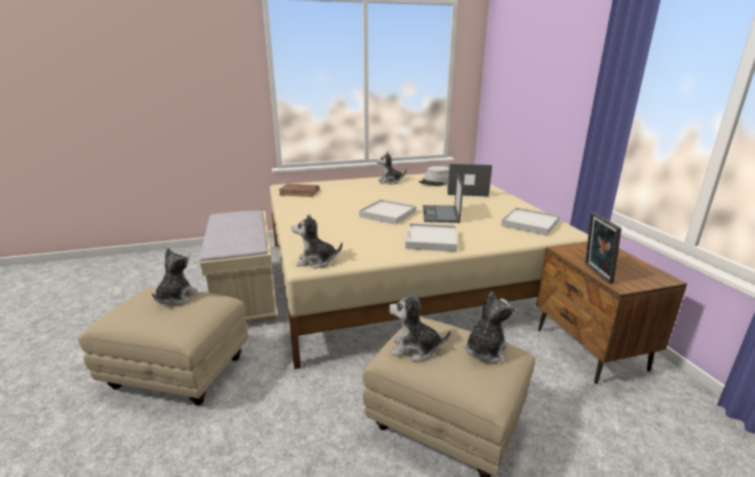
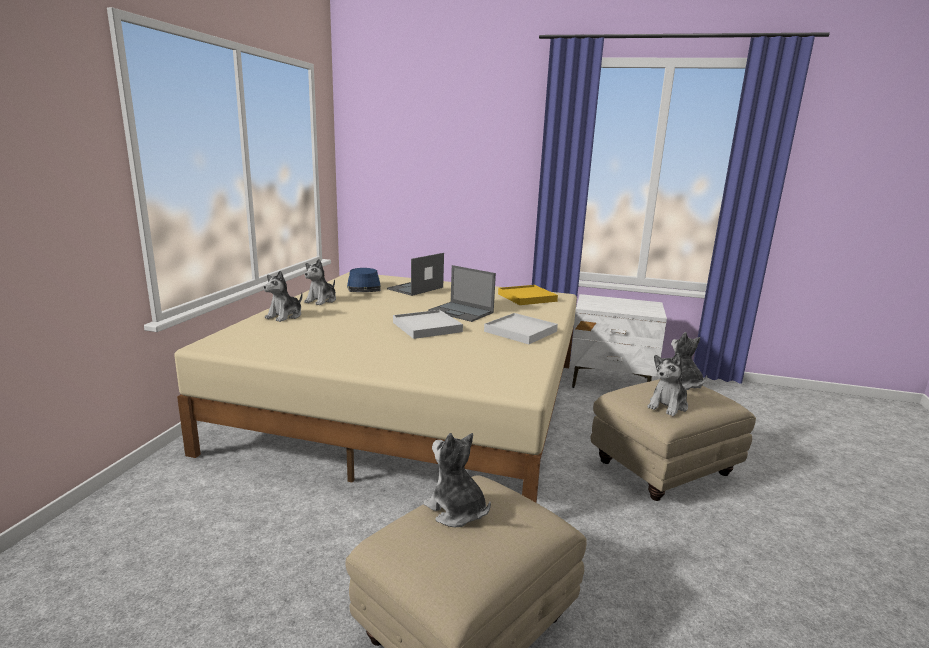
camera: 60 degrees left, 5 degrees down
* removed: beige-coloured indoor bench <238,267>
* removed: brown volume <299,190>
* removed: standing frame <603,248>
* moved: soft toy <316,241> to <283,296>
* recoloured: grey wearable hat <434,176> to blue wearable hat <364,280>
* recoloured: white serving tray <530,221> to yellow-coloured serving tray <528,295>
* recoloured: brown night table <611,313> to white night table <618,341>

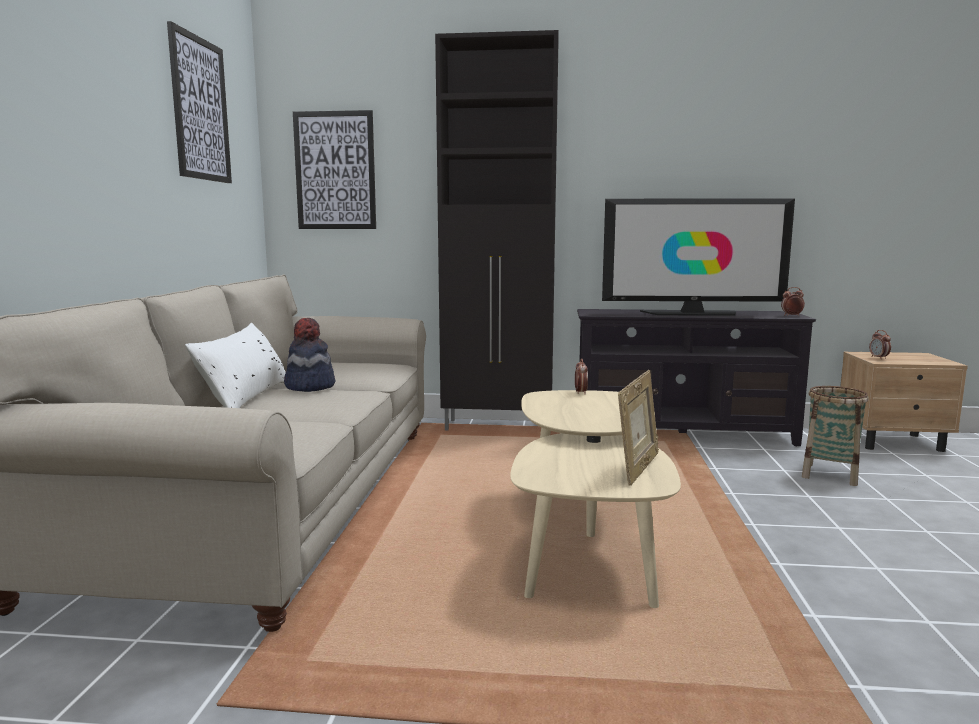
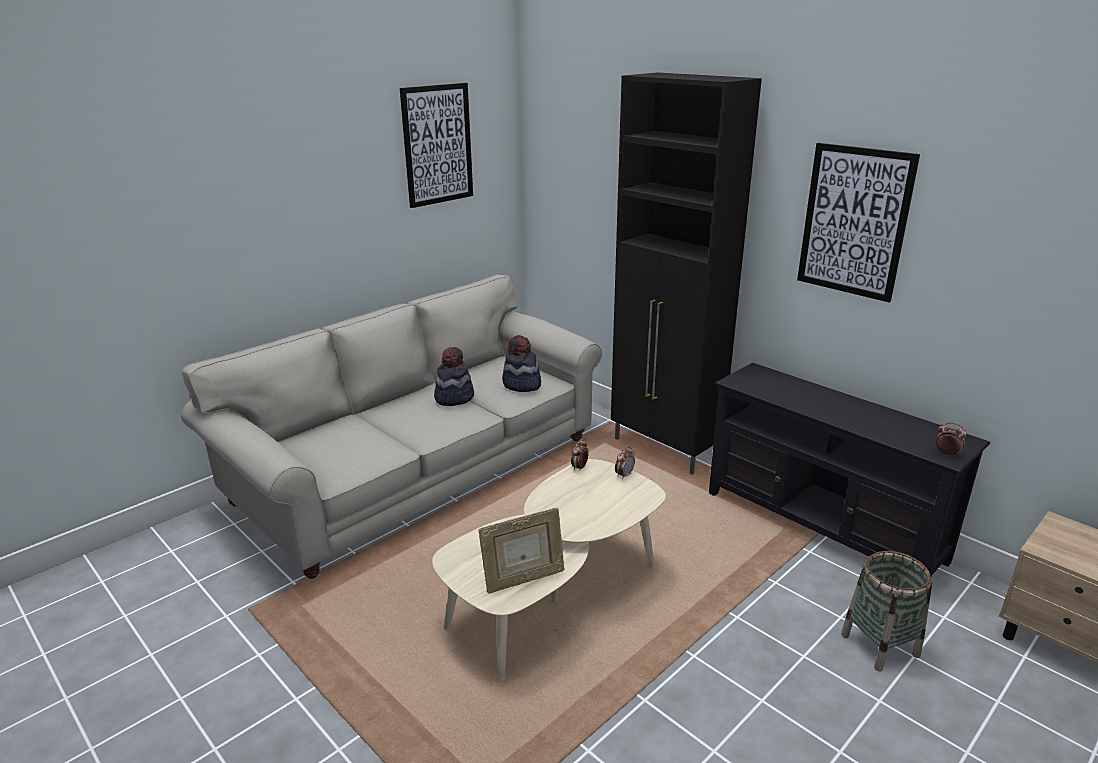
camera: 40 degrees right, 15 degrees up
* removed: white throw pillow <235,365>
* removed: TV set <698,257>
* added: wearable hat <521,363>
* moved: picture <334,169> to <858,222>
* moved: table clock <880,344> to <580,455>

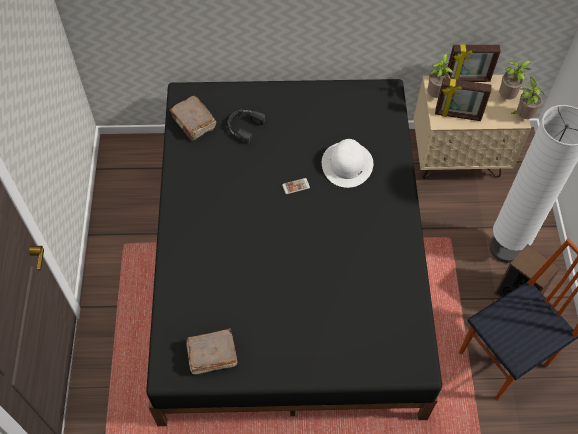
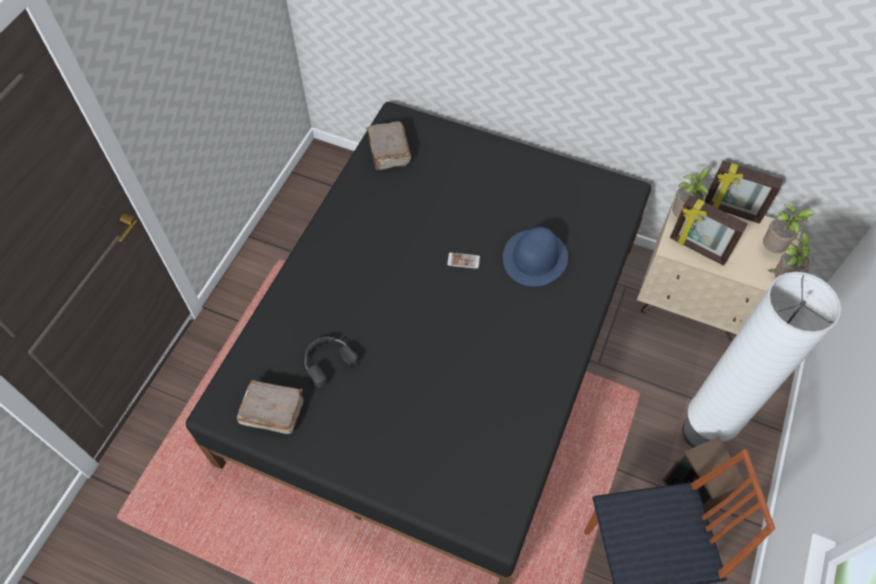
camera: 25 degrees right, 0 degrees up
* moved: blackish pair of headphones <246,126> to <331,362>
* recoloured: white wearable hat <347,163> to blue wearable hat <535,256>

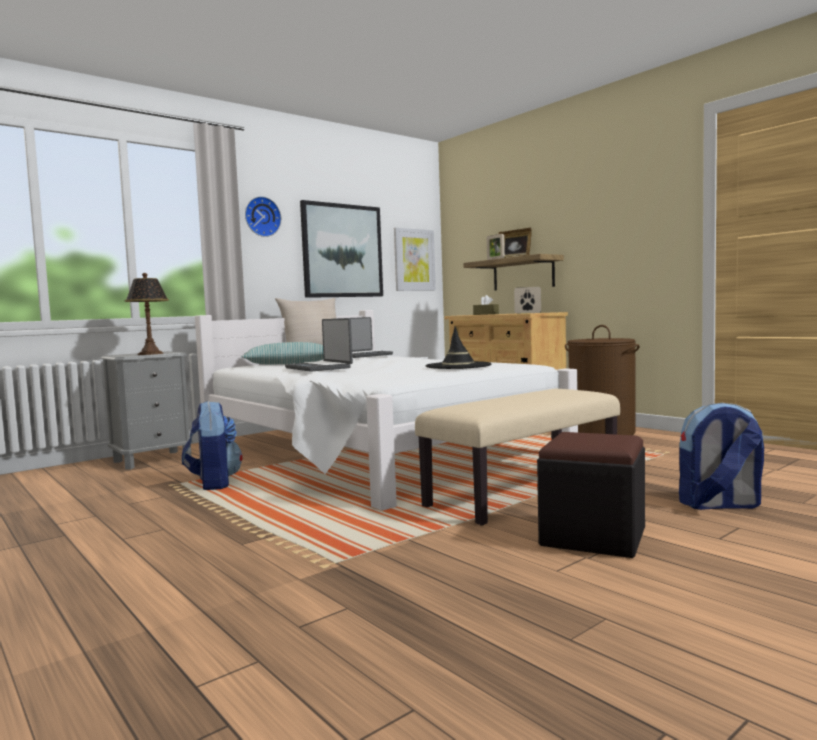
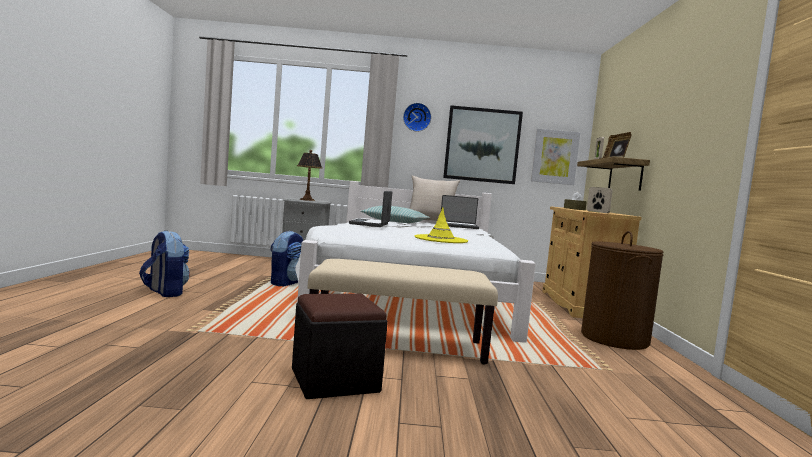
camera: 40 degrees right, 0 degrees up
* moved: rucksack <721,456> to <164,263>
* recoloured: blackish wearable hat <458,347> to yellow-coloured wearable hat <441,225>

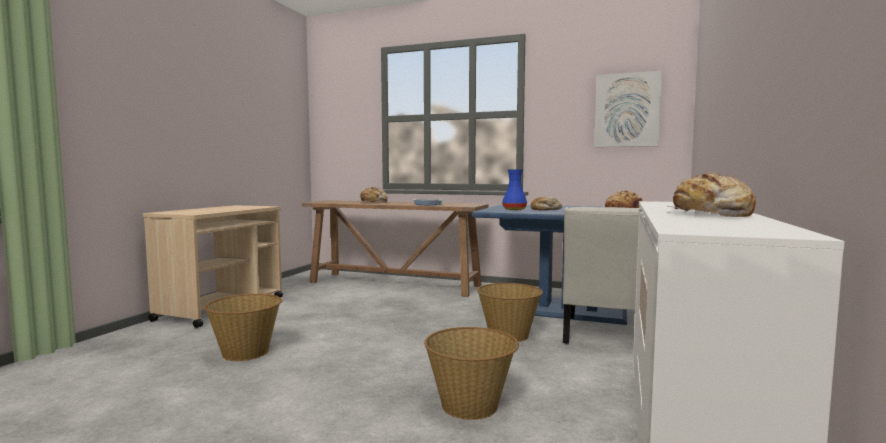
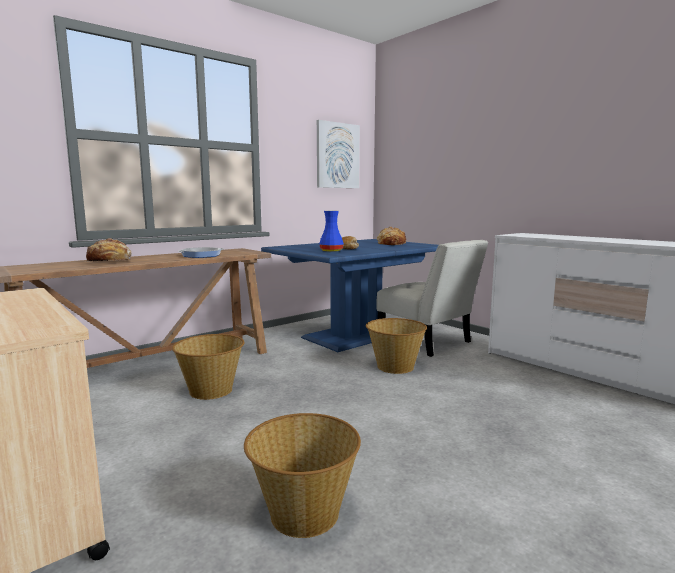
camera: 60 degrees left, 5 degrees up
* removed: baked bread <712,194>
* moved: storage basket <471,373> to <208,367>

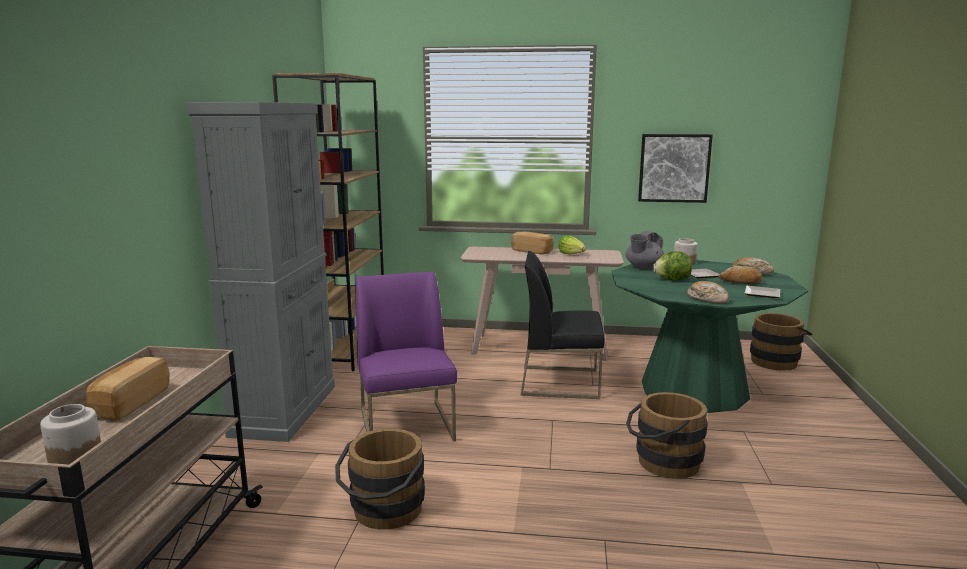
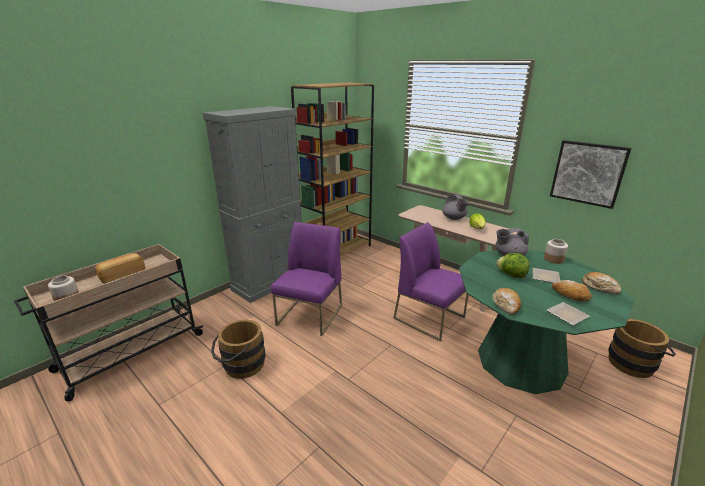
camera: 35 degrees right, 10 degrees up
* removed: brown pail <667,435>
* replaced: baked bread <532,243> to grey teapot <455,207>
* recoloured: blackish upright chair <563,325> to purplish upright chair <430,281>

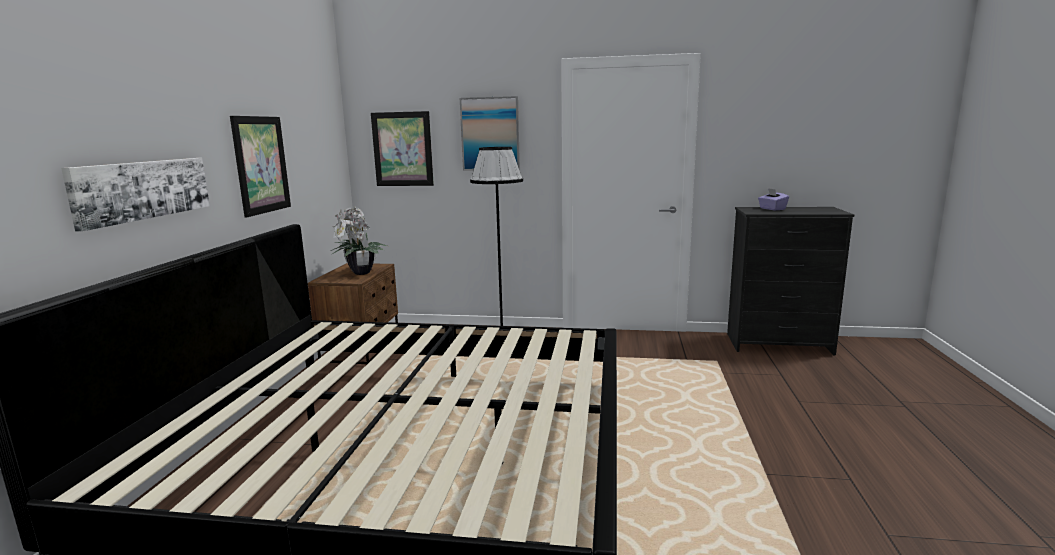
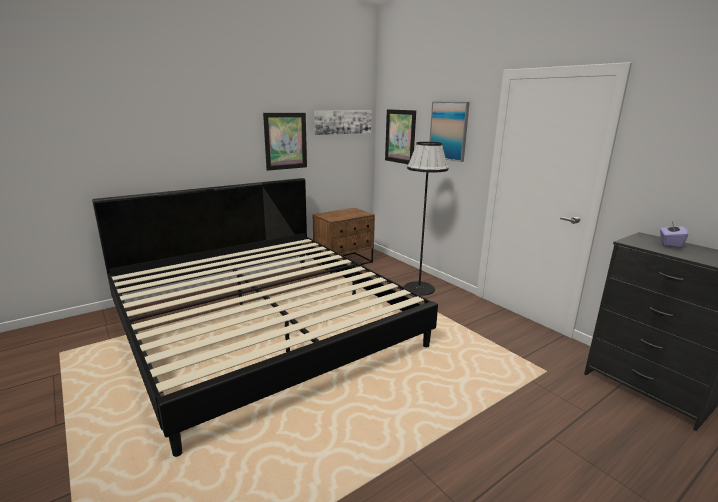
camera: 45 degrees right, 5 degrees up
* removed: potted plant <359,240>
* moved: picture <135,195> to <343,123>

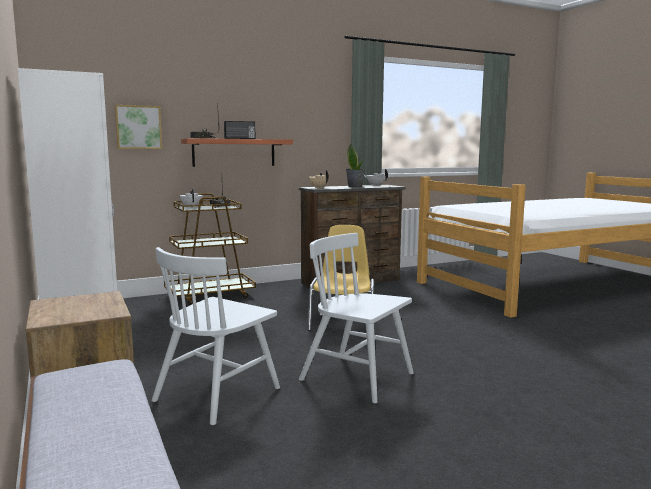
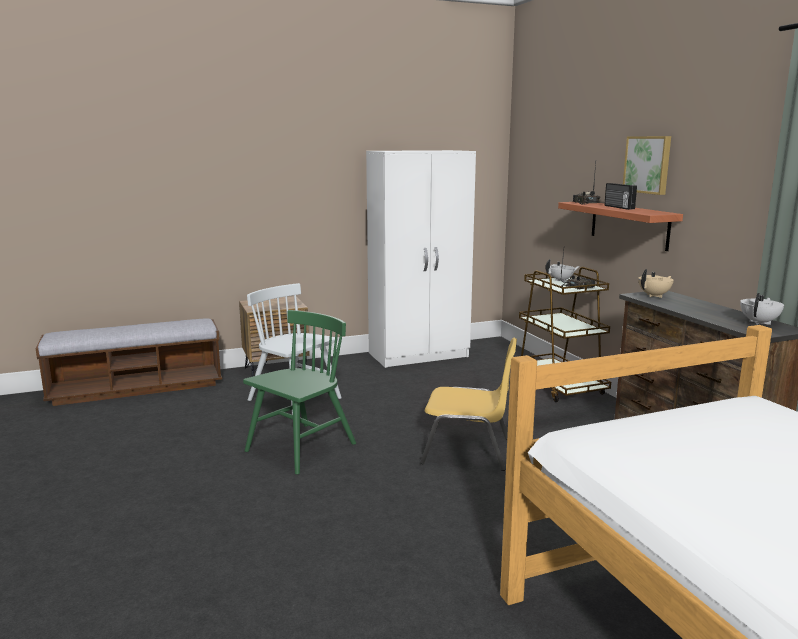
camera: 95 degrees right, 5 degrees up
* removed: potted plant <355,165>
* moved: picture <138,127> to <647,165>
* recoloured: white upright chair <356,318> to green upright chair <299,392>

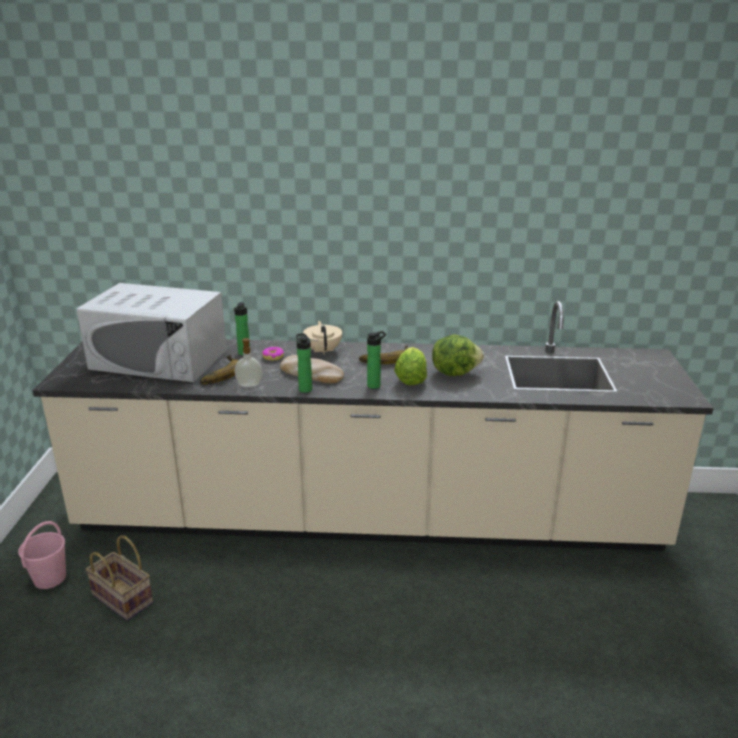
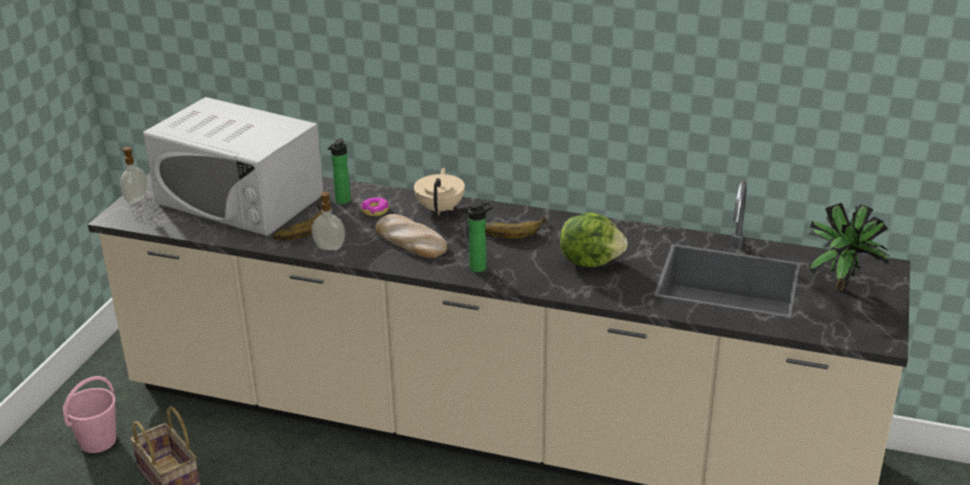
camera: 15 degrees right, 5 degrees up
* removed: bottle <304,363>
* removed: lettuce <410,366>
* added: soap bottle <133,175>
* added: potted plant <849,246>

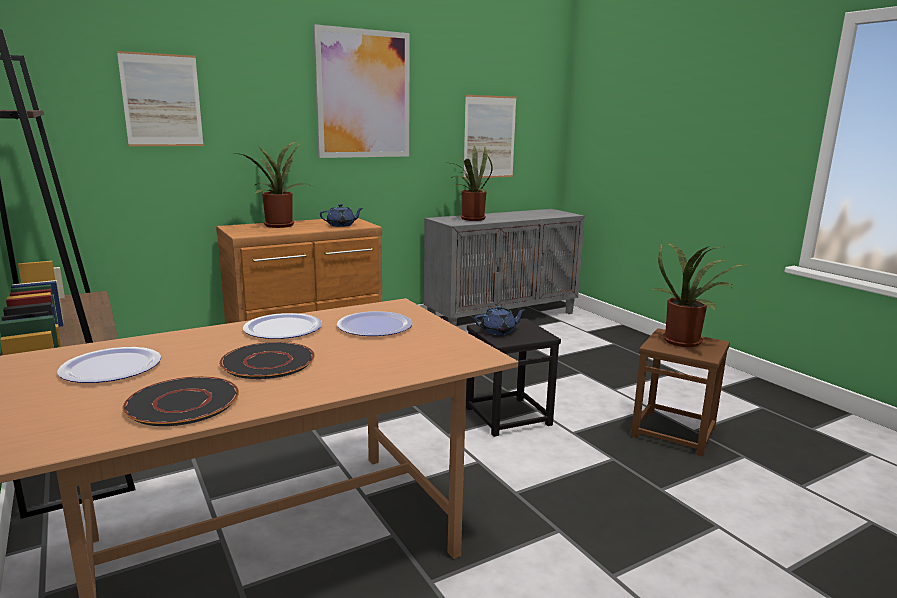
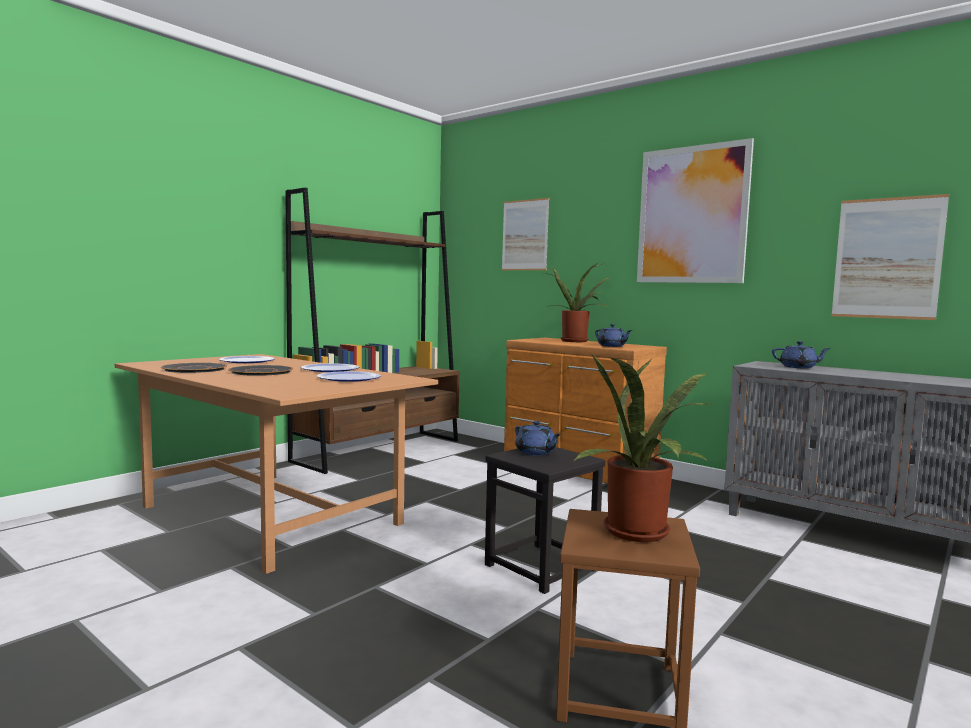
camera: 70 degrees right, 10 degrees down
* replaced: potted plant <471,183> to blue teapot <801,354>

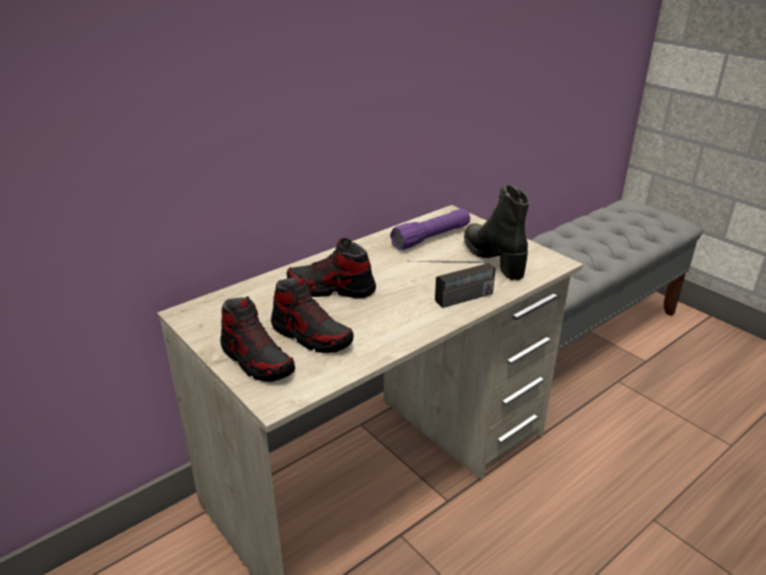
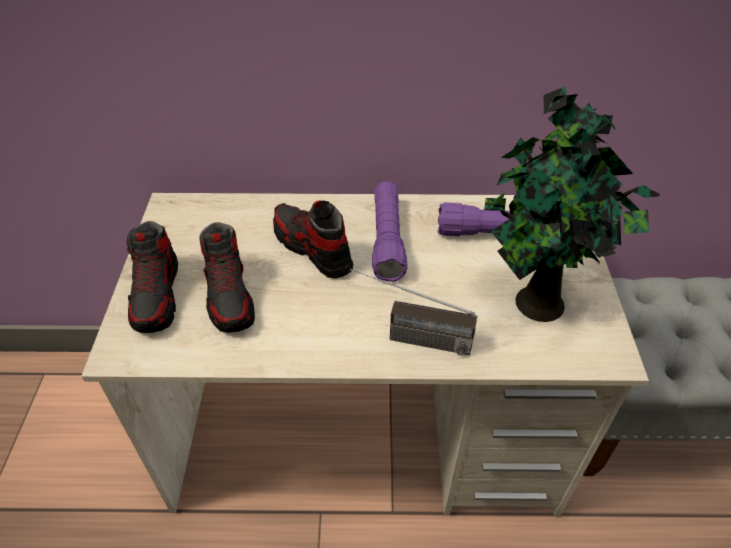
camera: 40 degrees right, 15 degrees up
* added: purplish hand torch <390,231>
* replaced: blackish tall boot <496,232> to potted plant <572,204>

